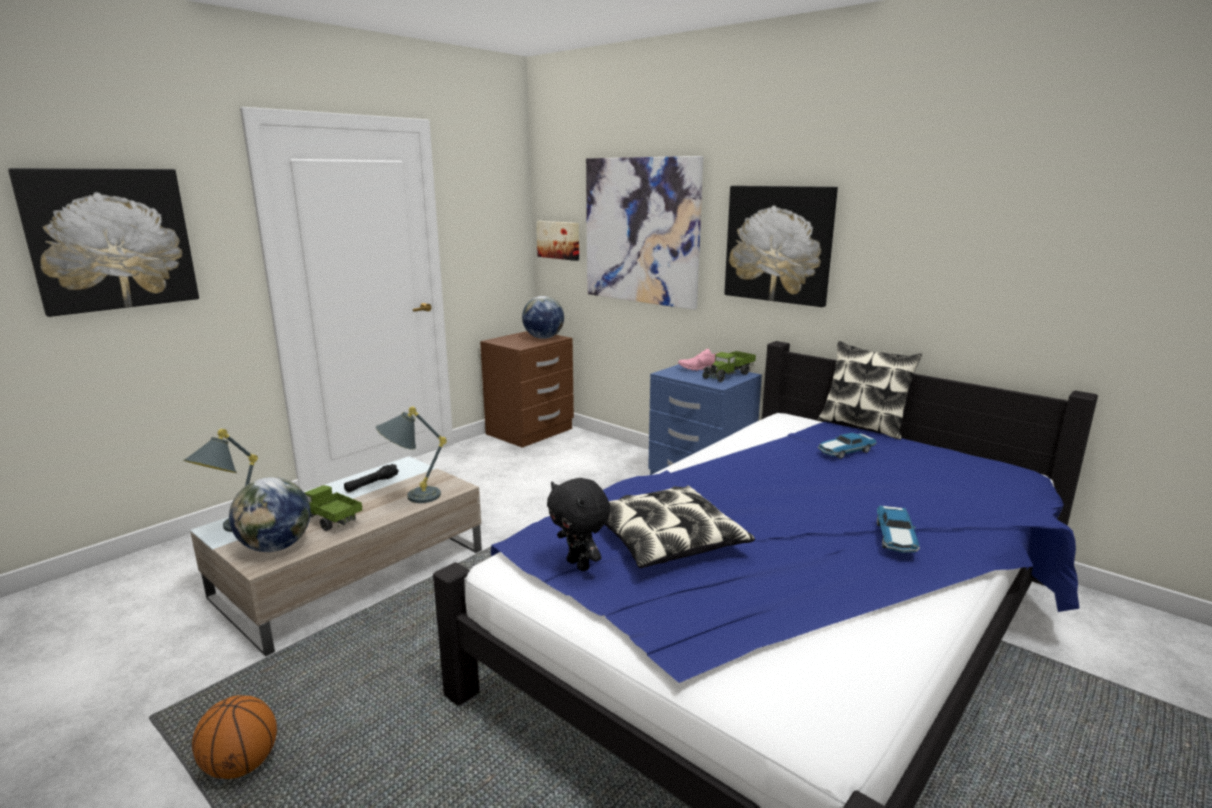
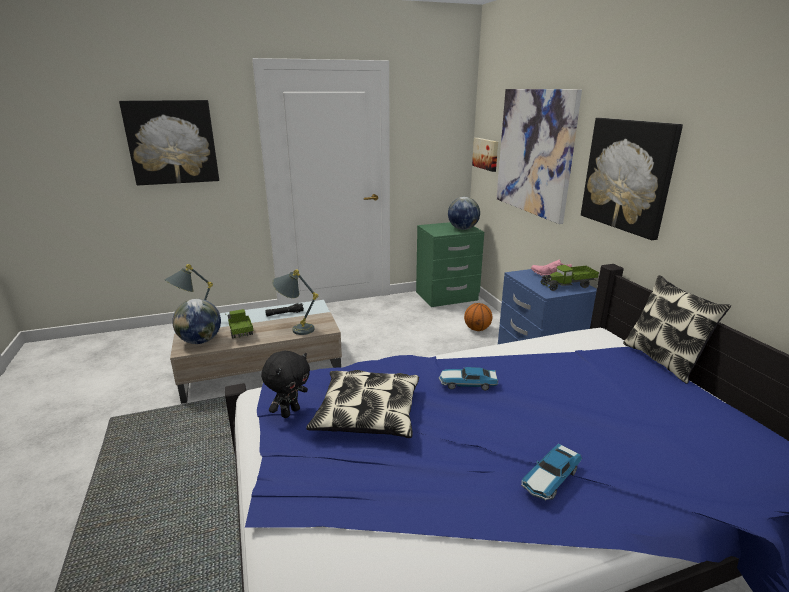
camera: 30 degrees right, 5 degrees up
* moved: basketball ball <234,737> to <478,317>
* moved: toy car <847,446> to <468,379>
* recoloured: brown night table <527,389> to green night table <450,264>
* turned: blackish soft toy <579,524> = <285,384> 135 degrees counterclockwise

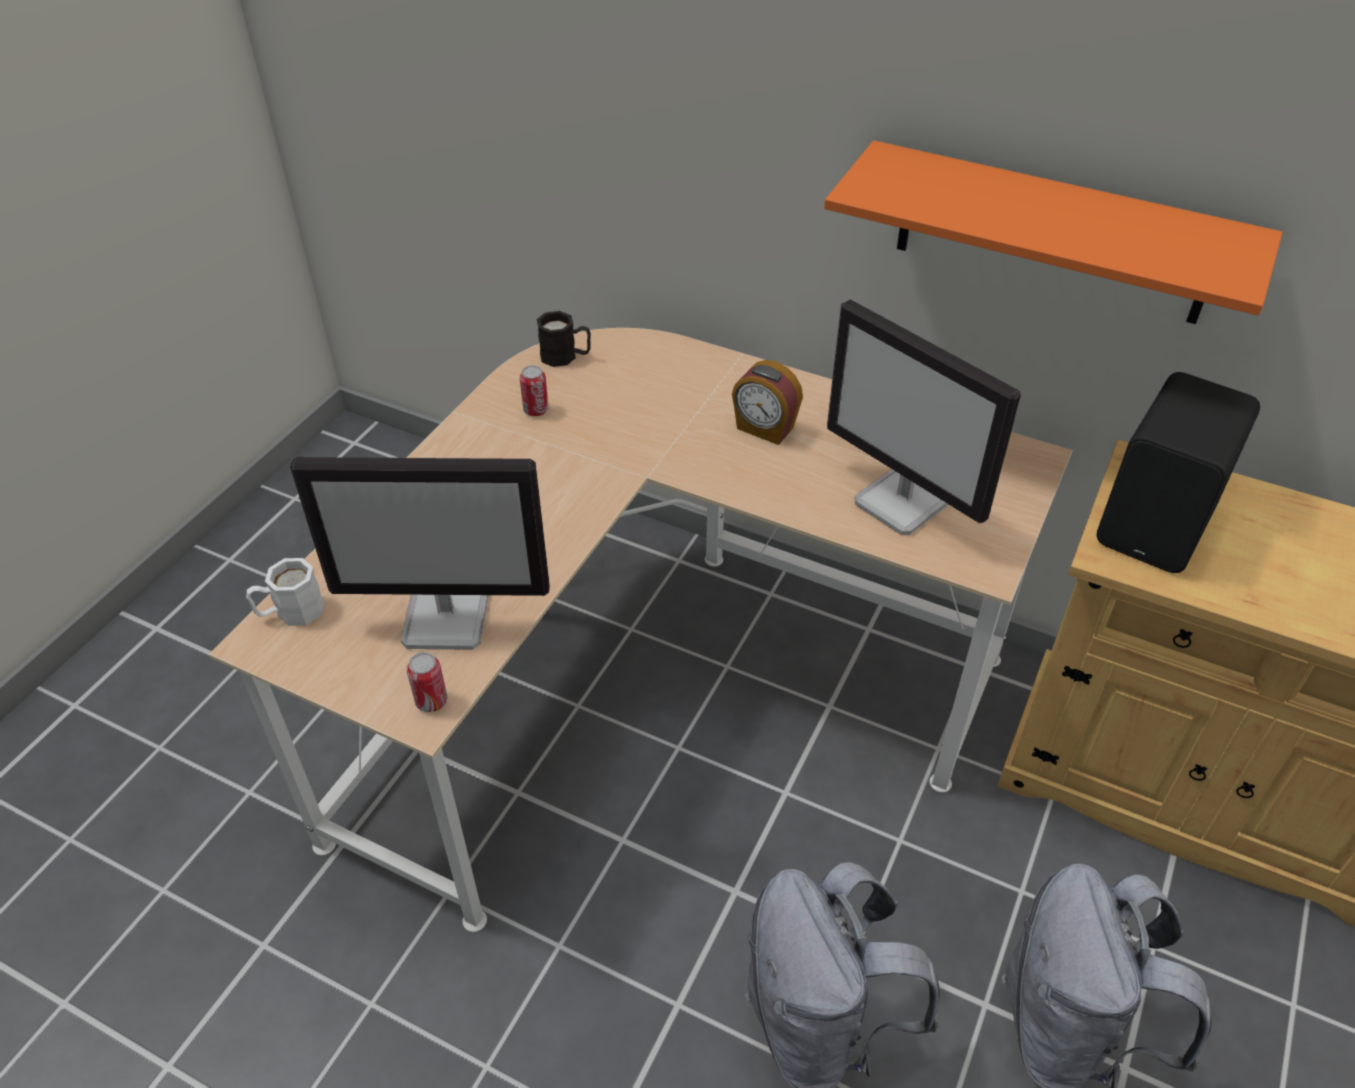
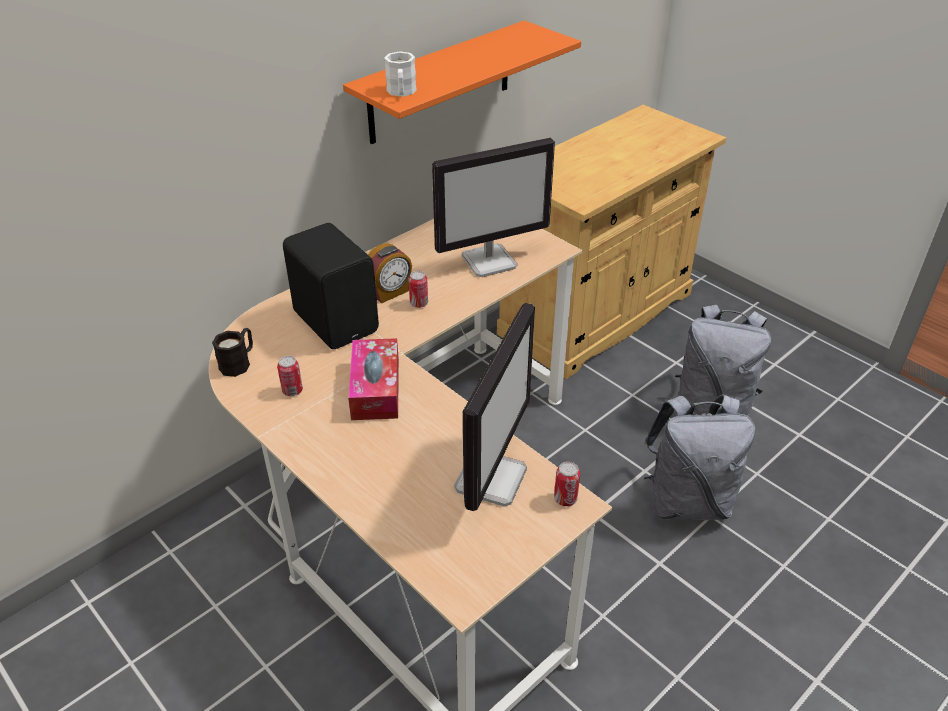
camera: 70 degrees left, 5 degrees down
* added: box of tissues <373,379>
* added: can <418,289>
* moved: white coffee mug <285,592> to <400,74>
* moved: blackish speaker <1178,472> to <331,286>

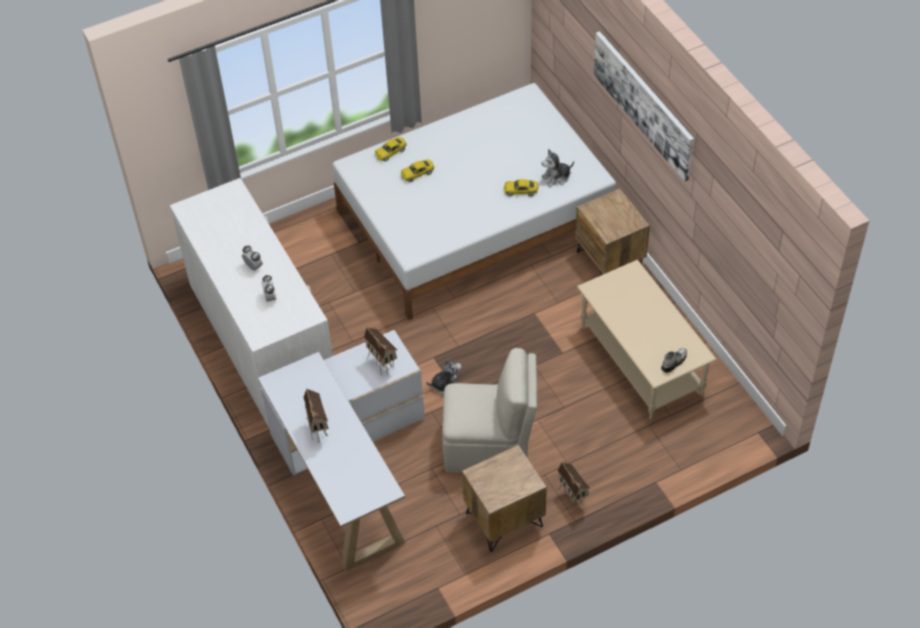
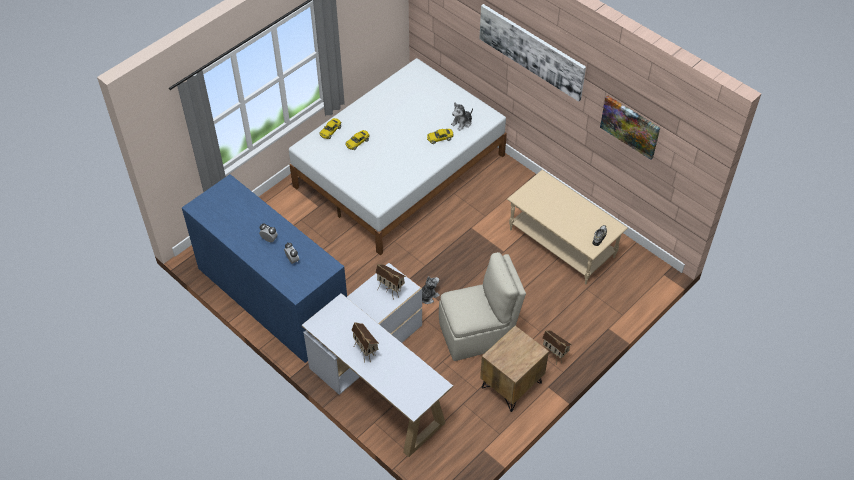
camera: 20 degrees left, 0 degrees up
* removed: brown night table <612,231>
* added: picture <630,127>
* recoloured: white chest of drawers <251,302> to blue chest of drawers <264,268>

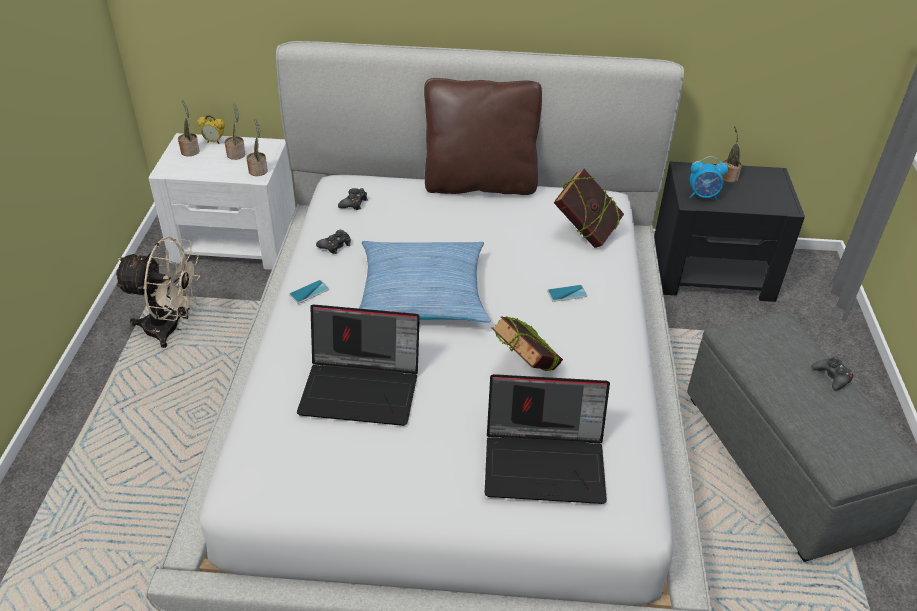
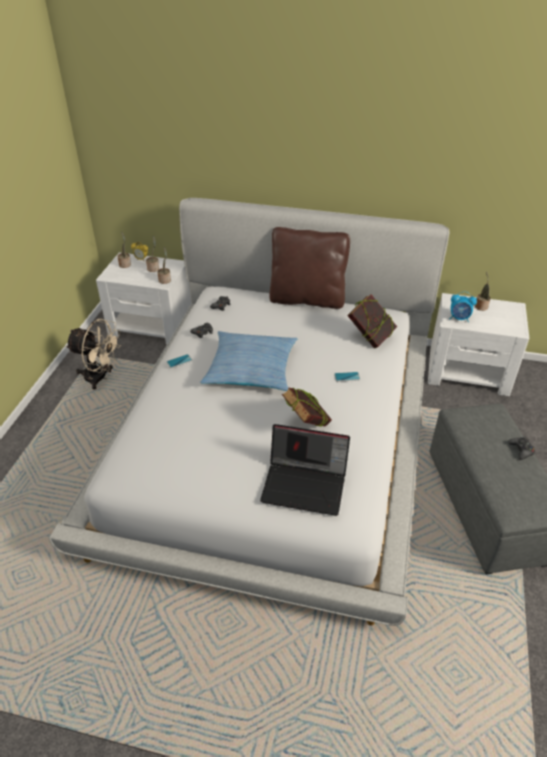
camera: 10 degrees right, 0 degrees up
* removed: portable computer <358,365>
* recoloured: blackish night table <729,231> to white night table <478,344>

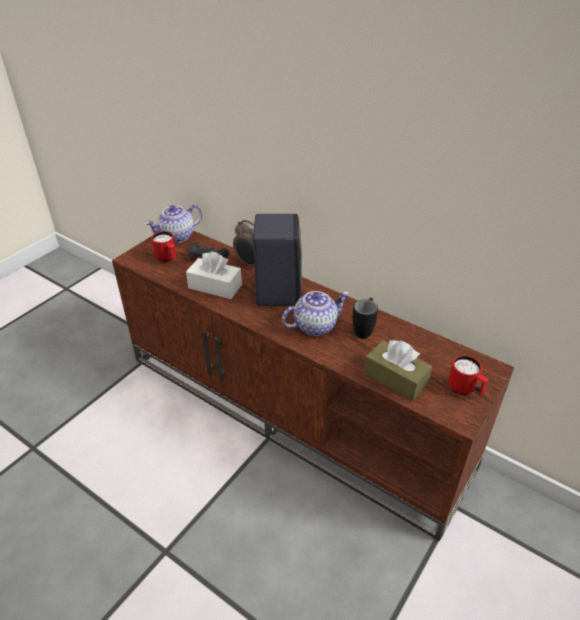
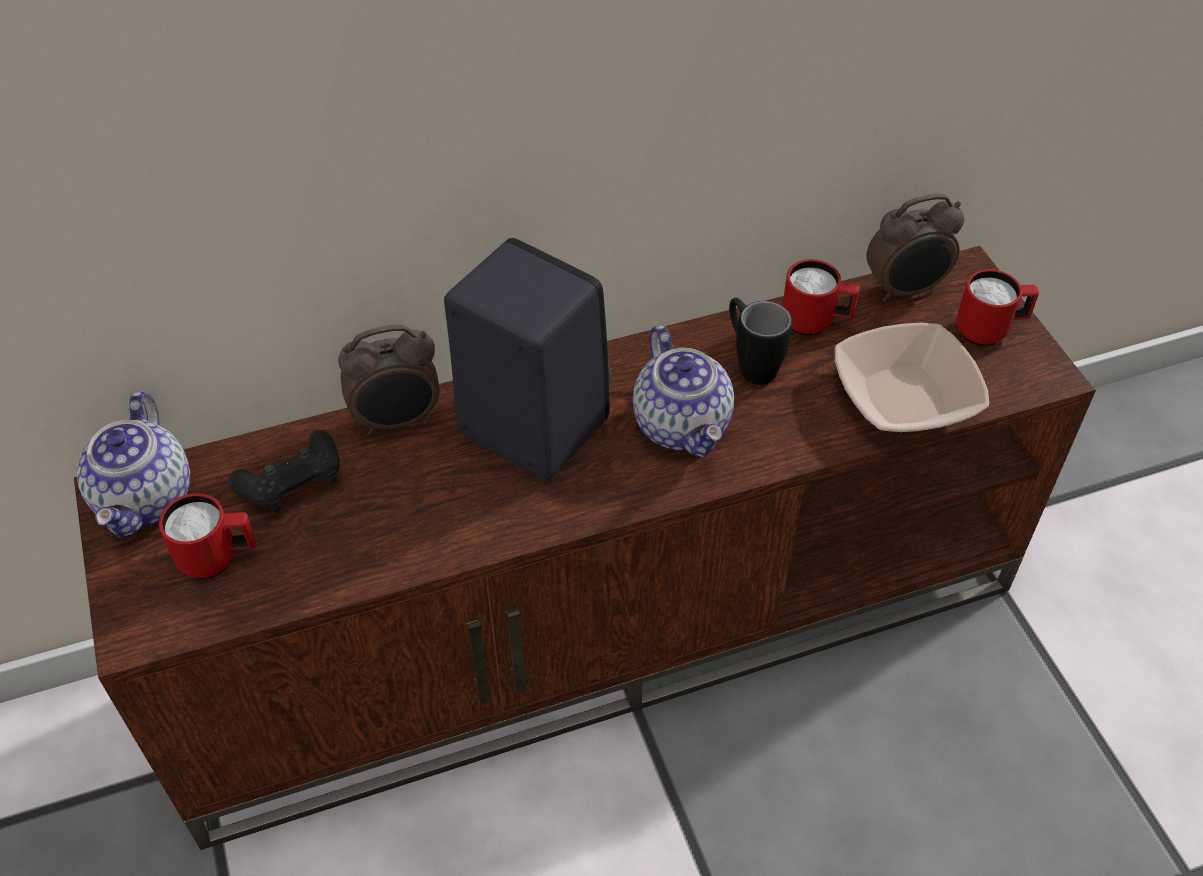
camera: 55 degrees left, 10 degrees up
* removed: white box of tissues <214,275>
* added: red-coloured coffee mug <820,297>
* added: table clock <915,248>
* replaced: brown box of tissues <398,370> to serving bowl <912,377>
* turned: teapot <315,313> = <683,391> 150 degrees clockwise

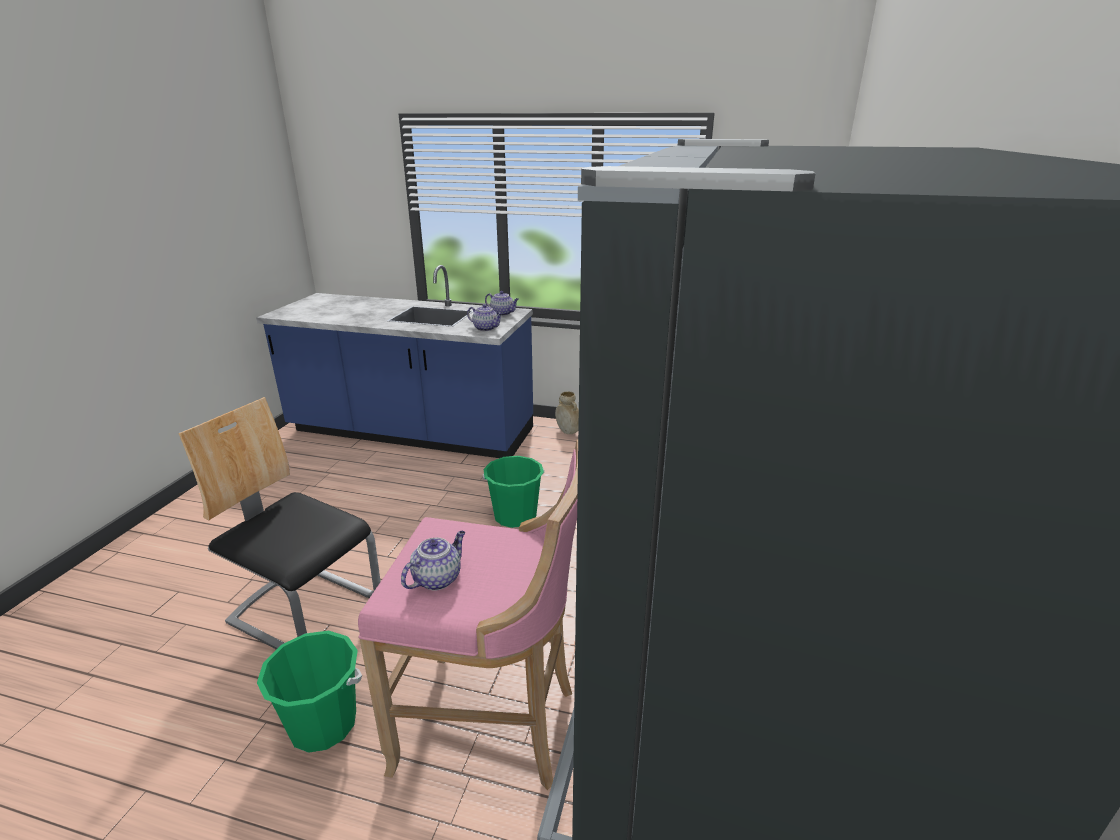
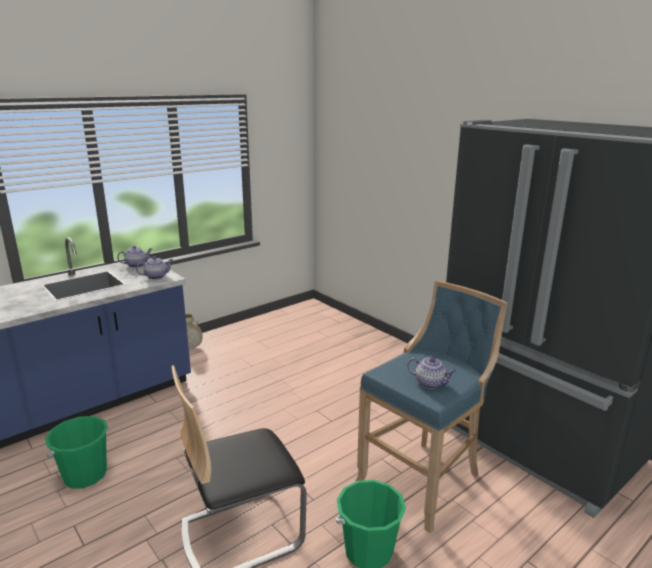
camera: 55 degrees left, 5 degrees down
* moved: green pail <513,492> to <76,452>
* recoloured: pink-coloured stool seat <468,614> to blue stool seat <431,407>
* turned: teapot <433,561> = <431,373> 135 degrees clockwise

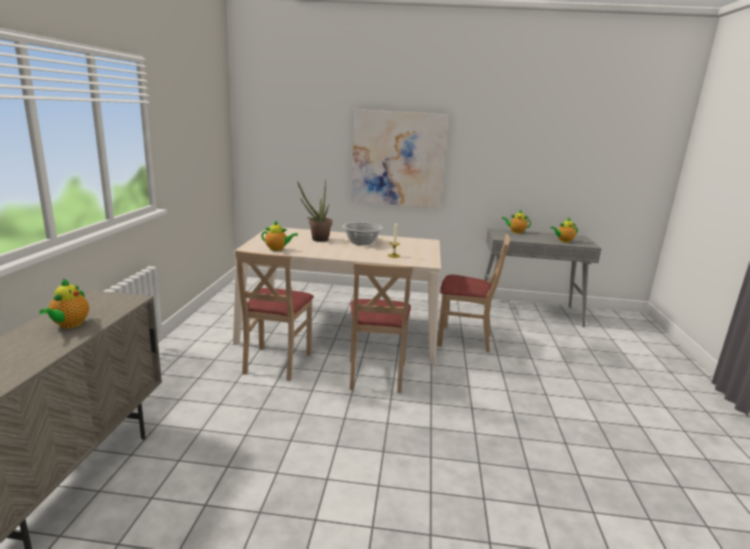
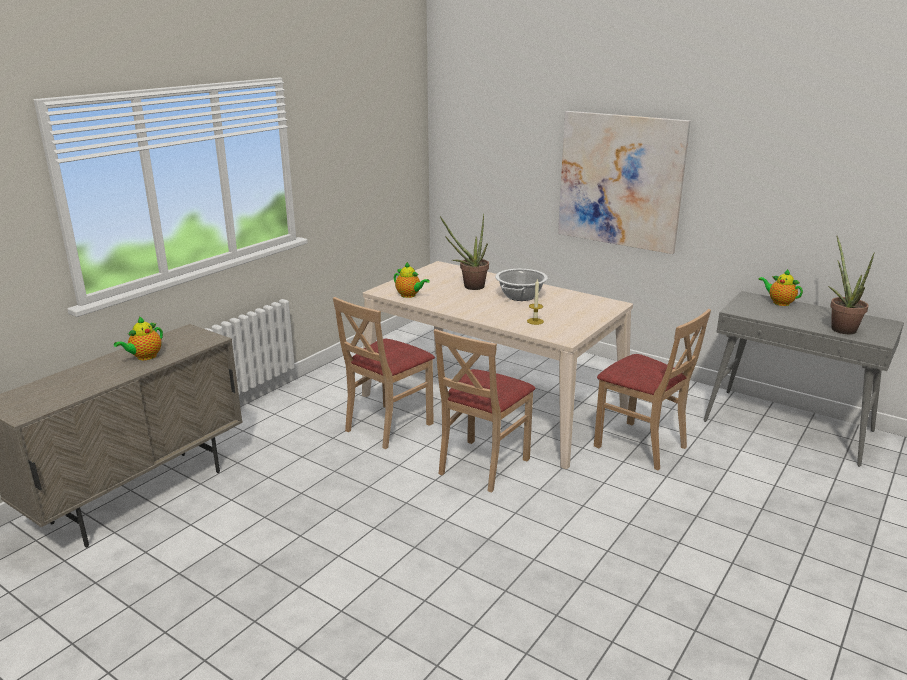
camera: 30 degrees right, 5 degrees up
* replaced: teapot <564,230> to potted plant <851,285>

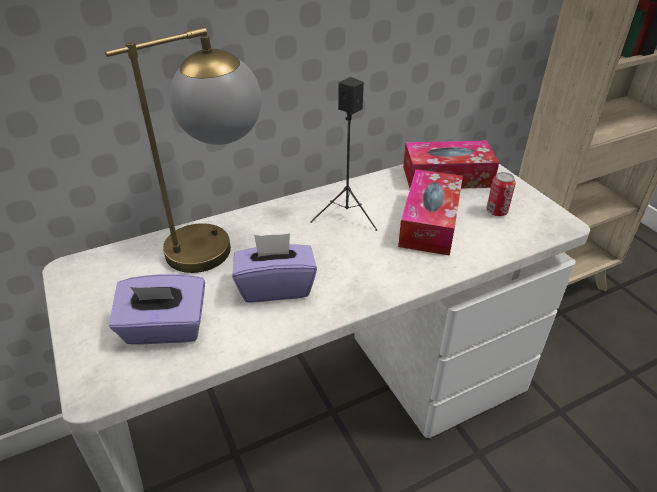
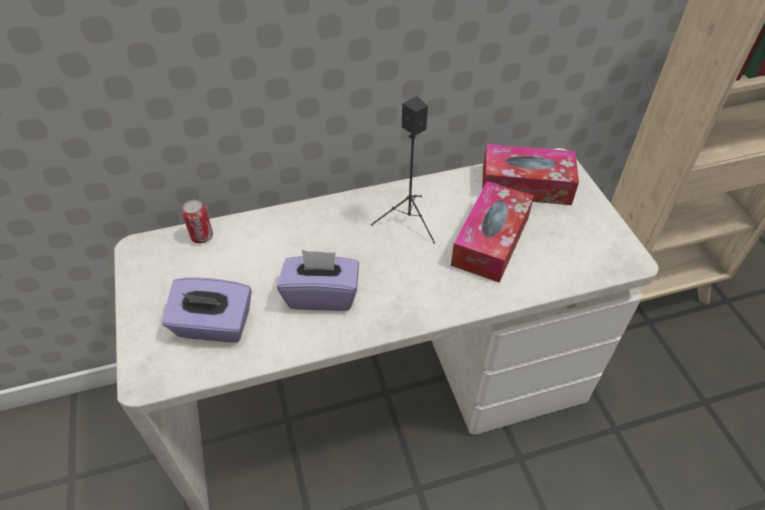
camera: 10 degrees right, 10 degrees up
* removed: lamp for a table <183,150>
* moved: can <501,194> to <197,222>

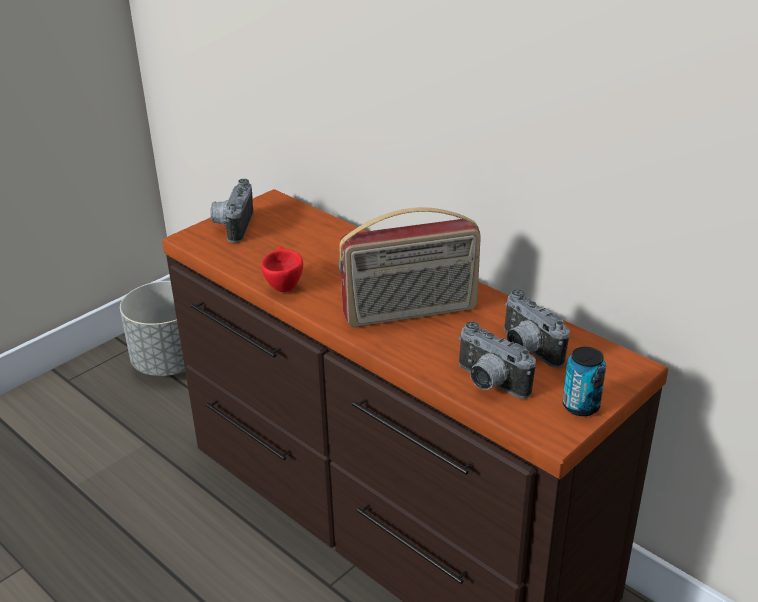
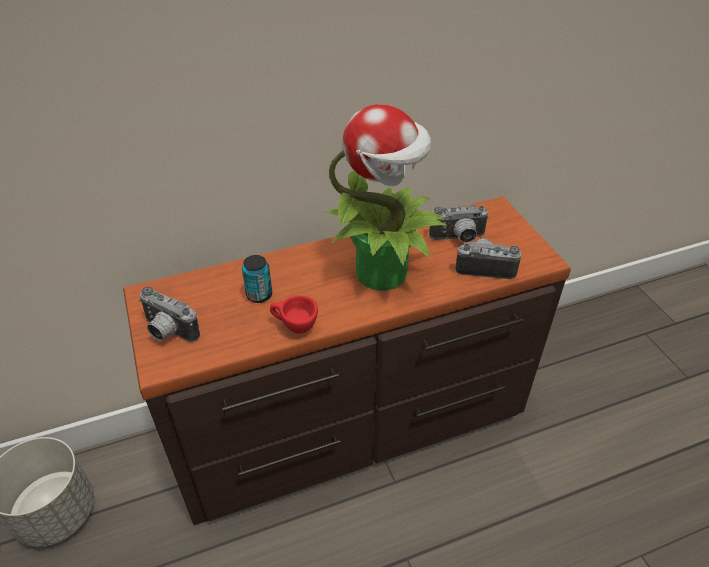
camera: 65 degrees left, 10 degrees up
* moved: can <584,381> to <257,279>
* replaced: radio <410,267> to potted plant <386,197>
* turned: still camera <497,360> = <488,258> 150 degrees counterclockwise

